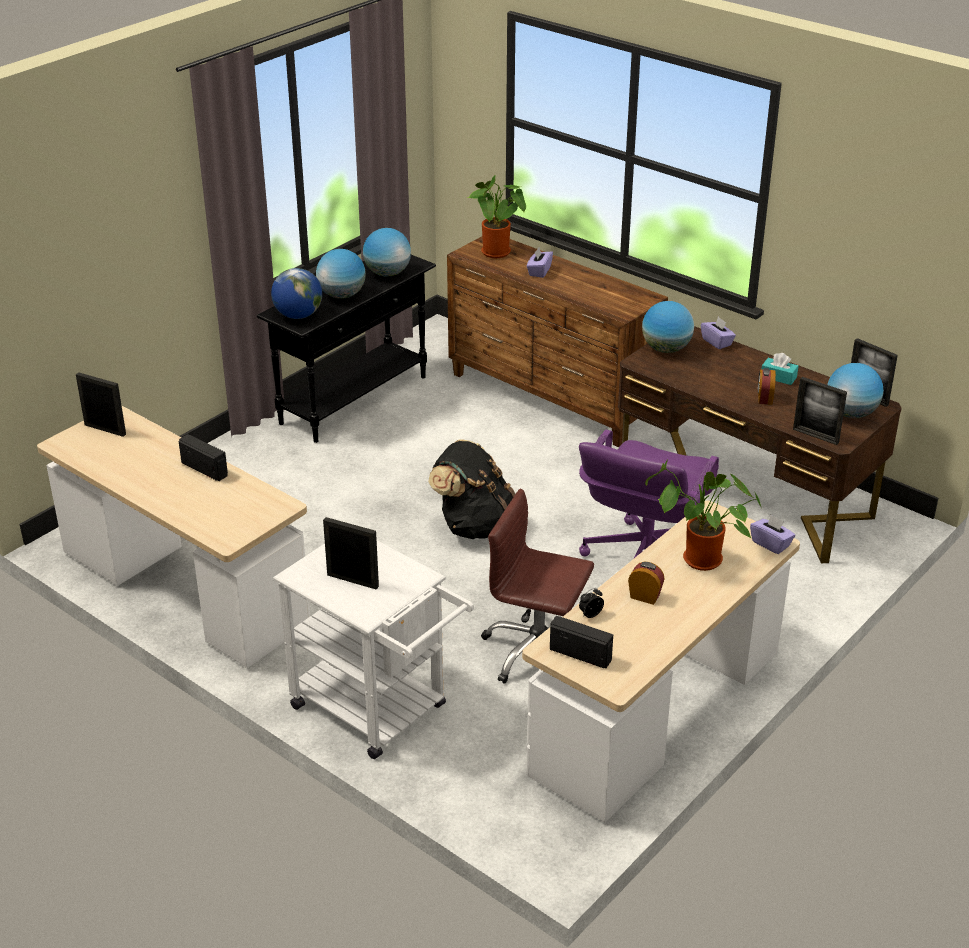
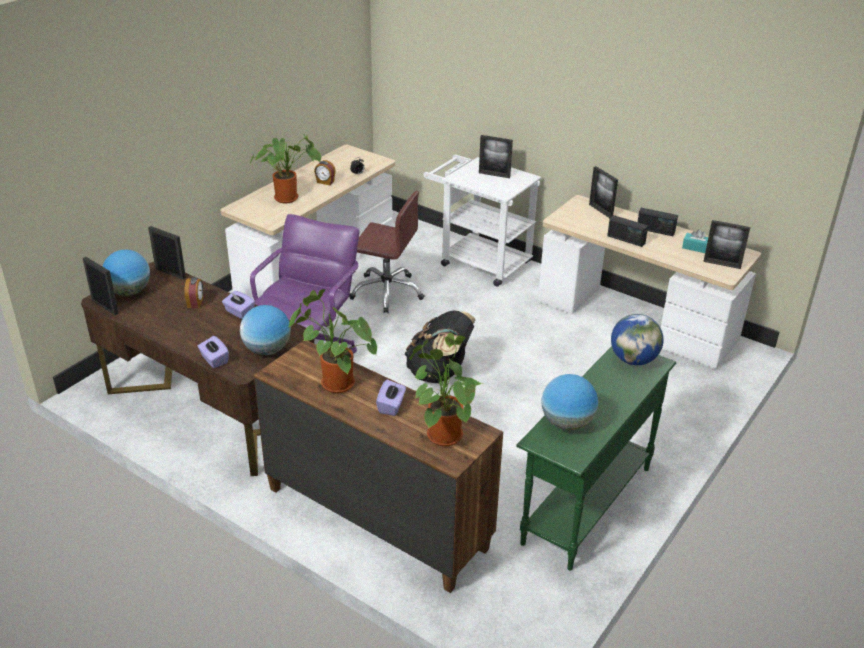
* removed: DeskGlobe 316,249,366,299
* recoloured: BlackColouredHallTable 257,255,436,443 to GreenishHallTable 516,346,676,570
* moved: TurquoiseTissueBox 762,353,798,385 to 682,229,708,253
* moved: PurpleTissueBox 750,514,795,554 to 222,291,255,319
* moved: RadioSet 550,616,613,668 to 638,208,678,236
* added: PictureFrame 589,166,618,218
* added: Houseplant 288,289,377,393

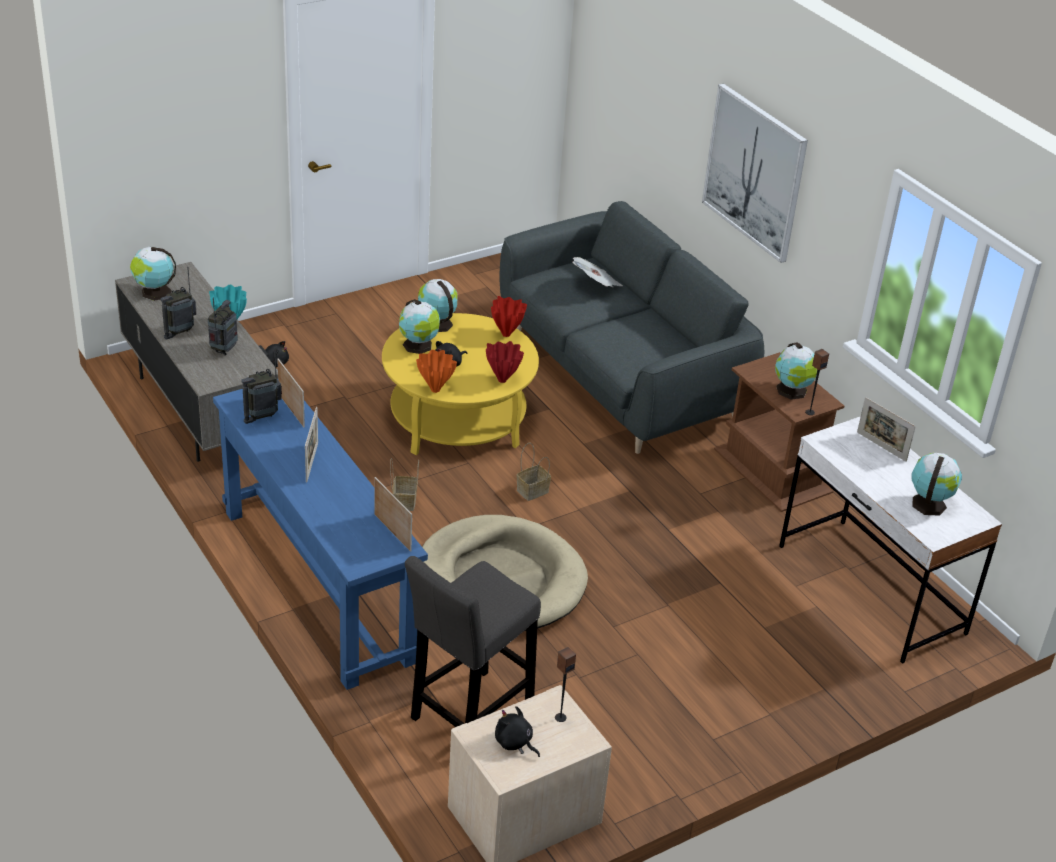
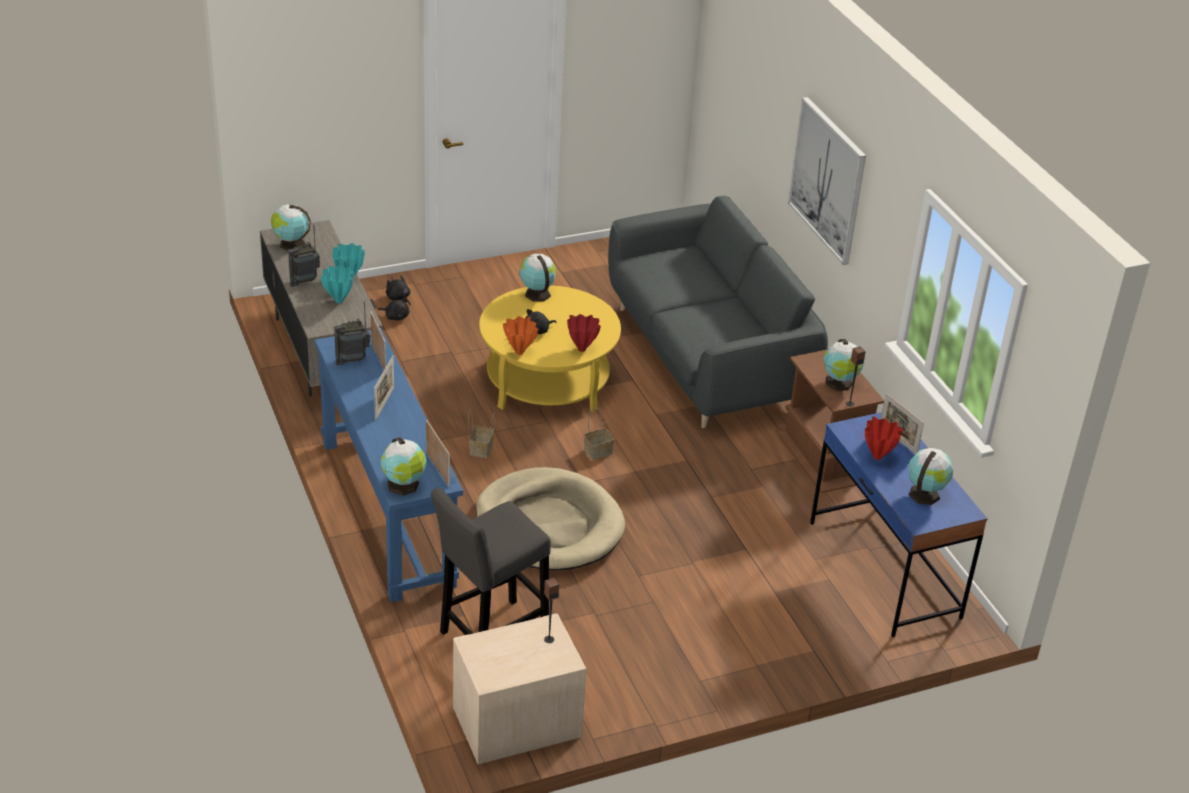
* removed: DailyPaper 572,257,623,288
* moved: ReddishVase 491,296,527,337 to 865,416,903,460
* replaced: RadioSet 208,297,238,355 to TurquoiseVase 320,265,354,303
* moved: DeskGlobe 399,299,440,354 to 381,437,426,496
* recoloured: WhiteDeskTable 779,416,1002,664 to BluishDeskTable 810,412,988,637
* moved: BlackColouredSoftToy 495,706,540,757 to 386,275,411,306

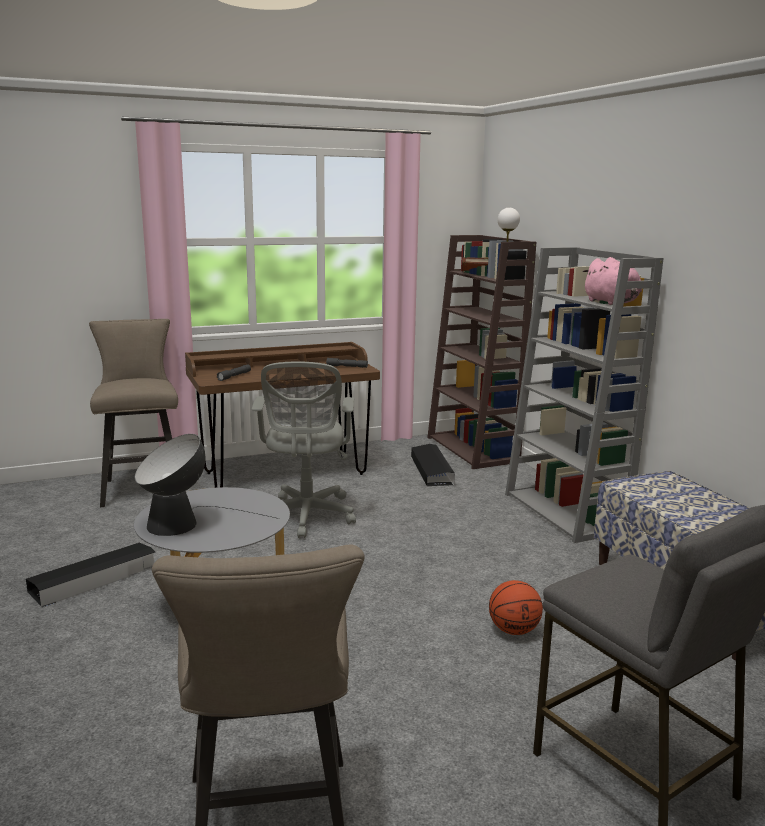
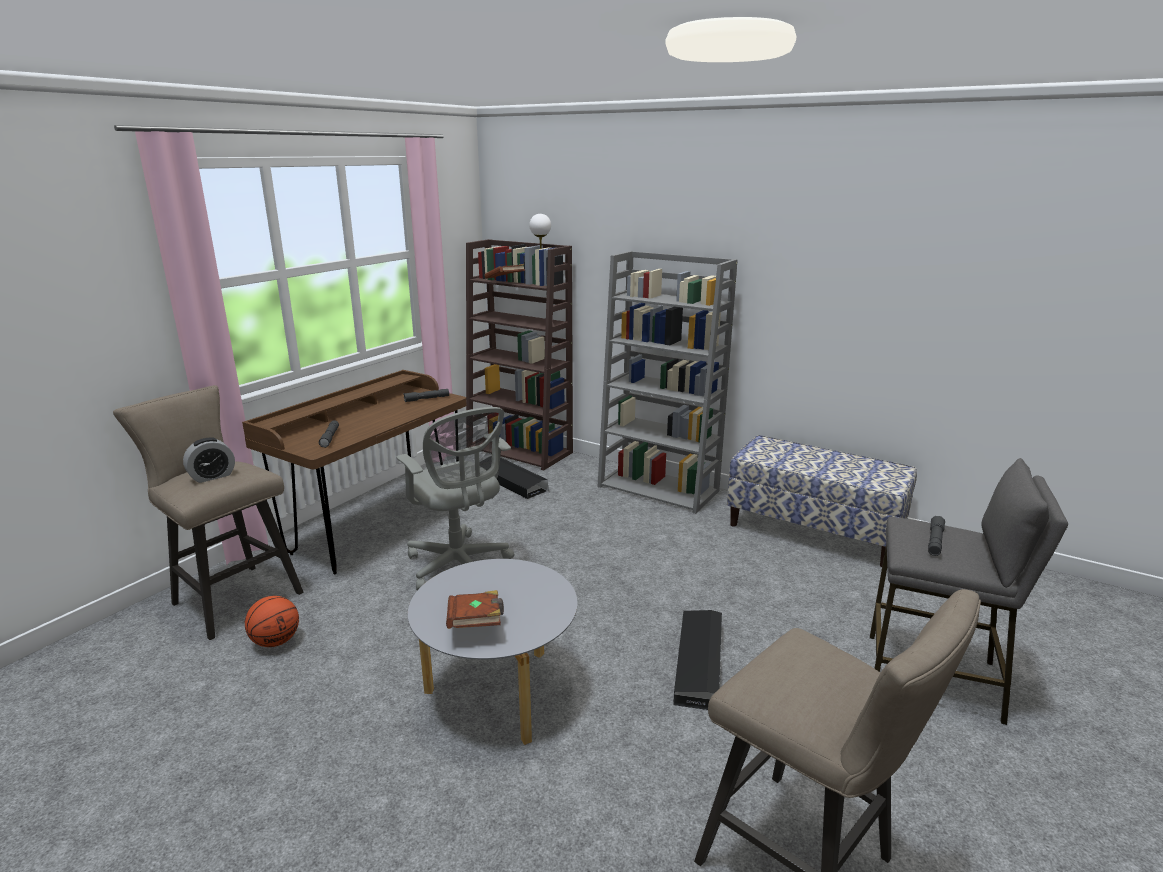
* removed: PinkSoftToy 583,257,642,305
* replaced: TabletopLamp 135,434,279,536 to BrownishBook 446,590,504,629
* moved: BlackColouredStorageBin 26,543,155,607 to 673,610,722,710
* moved: BallForBasketball 489,580,543,635 to 245,596,299,647
* added: BedsideClock 183,438,235,483
* added: GreyFlashlight 928,516,945,556

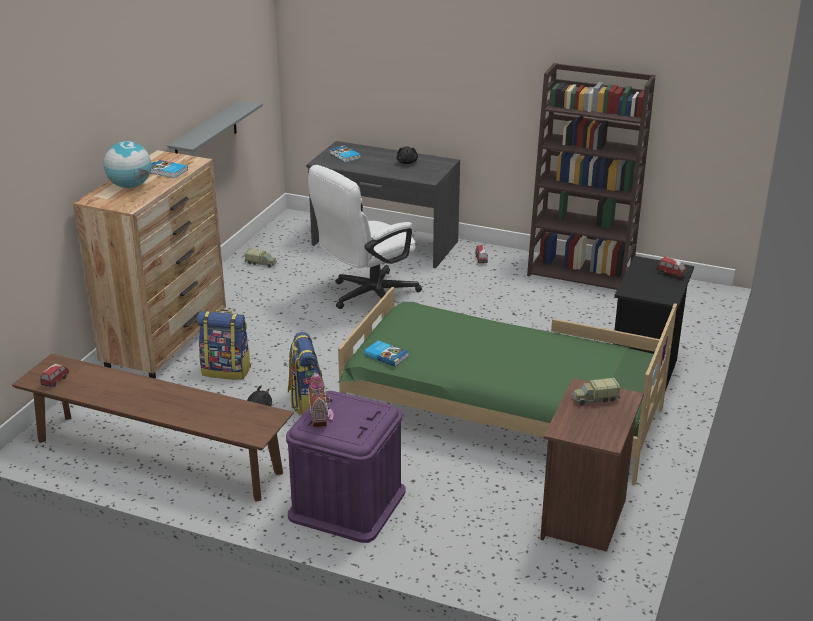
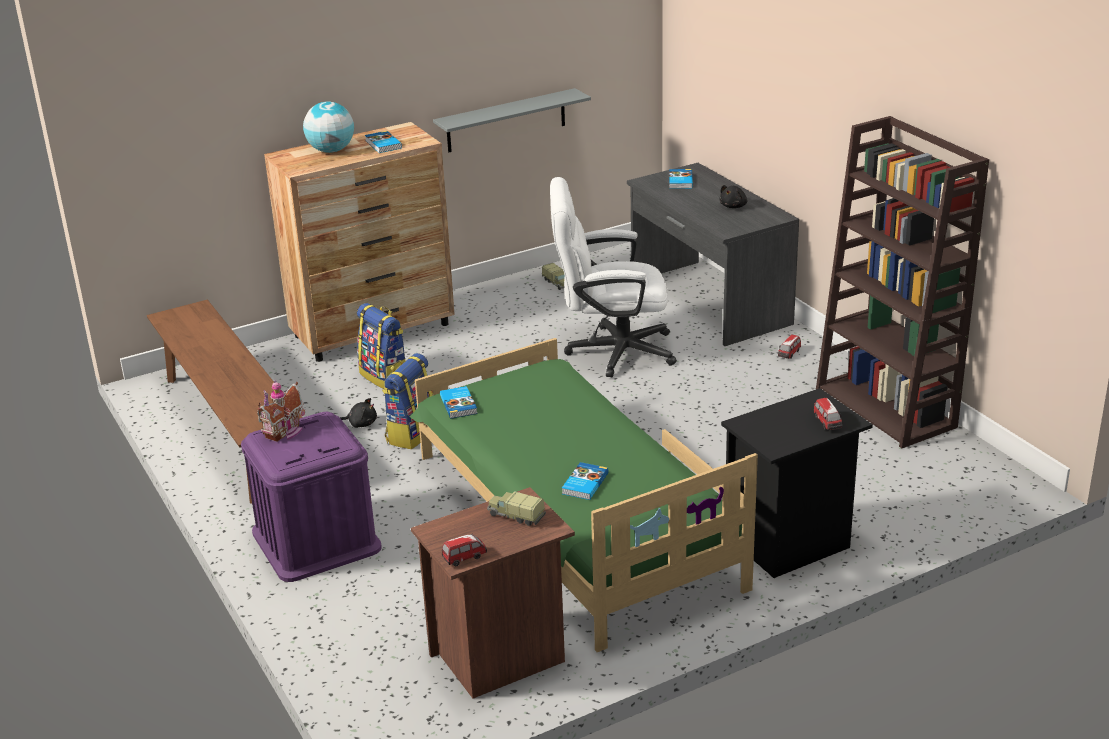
* moved: MiniatureCar 40,364,69,387 to 442,534,487,567
* added: Book 562,462,609,500

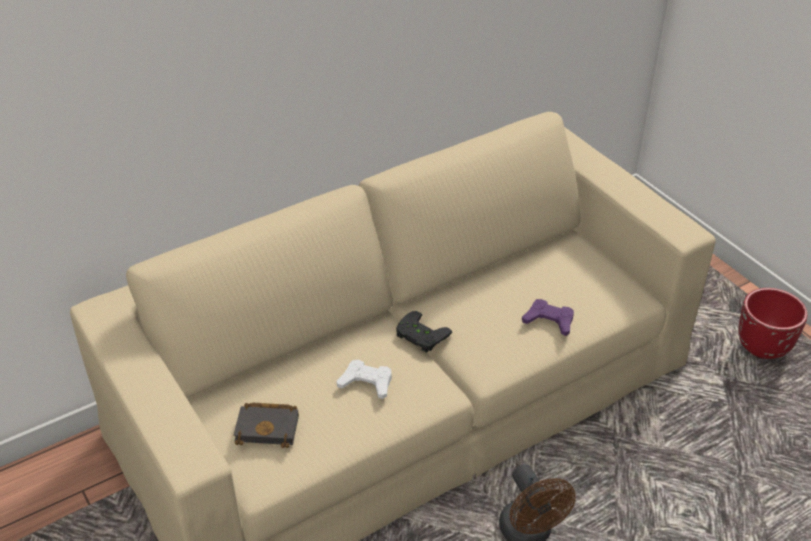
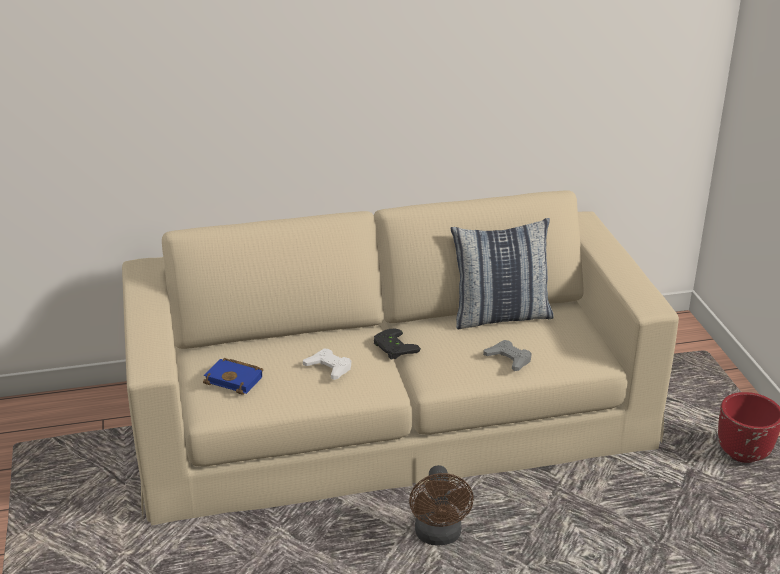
* recoloured: PurpleGamepad 522,299,574,336 to GreyGamepad 483,340,532,371
* recoloured: BlackColouredBook 233,403,299,448 to BluishBook 203,358,263,395
* added: Cushion 451,218,554,329

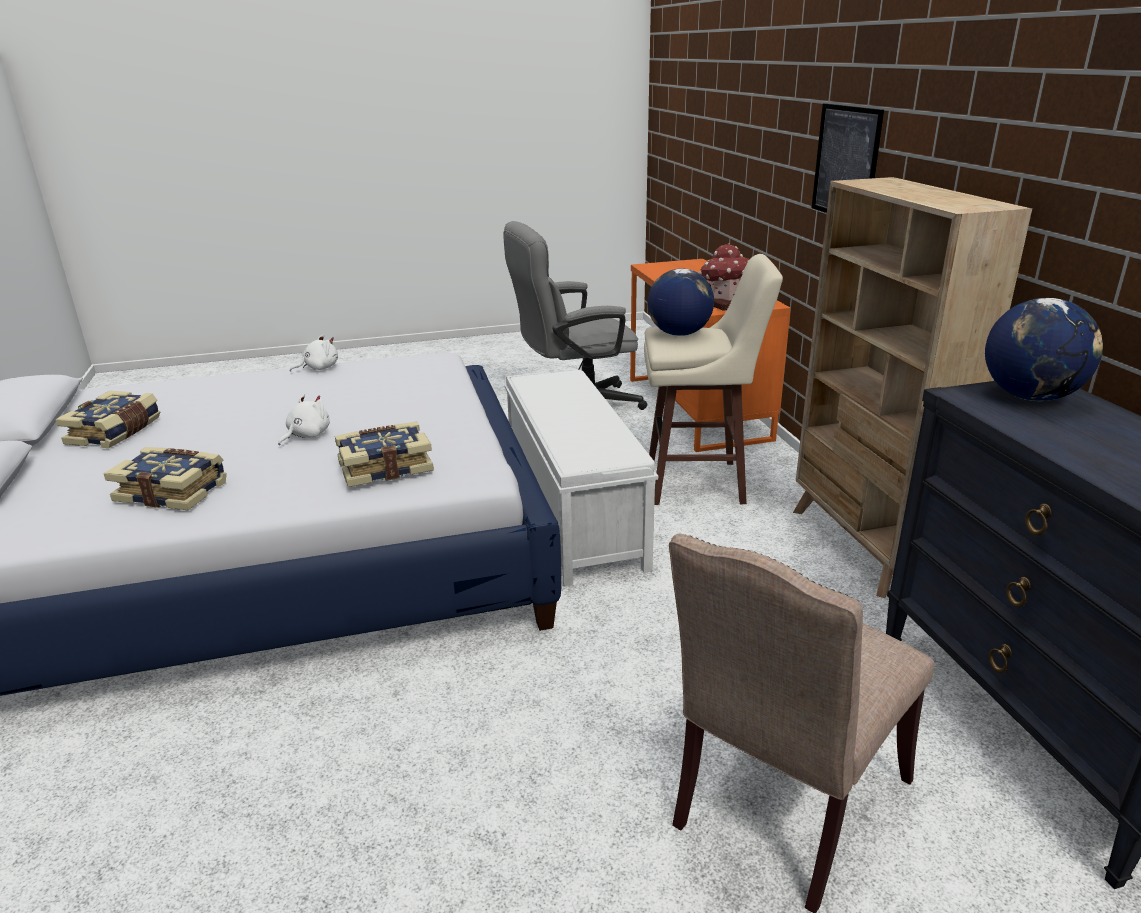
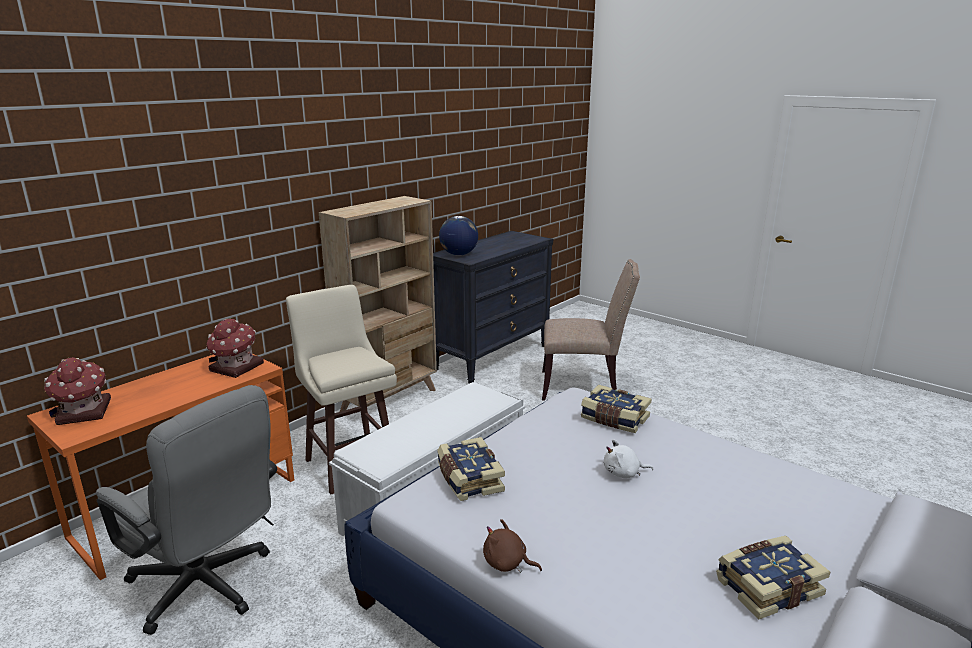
* removed: Picture 812,103,884,213
* removed: DeskGlobe 647,269,714,336
* recoloured: WhiteSoftToy 290,334,338,372 to BrownishSoftToy 483,519,542,573
* moved: Book 104,447,227,511 to 437,437,505,501
* added: MiniatureHouse 44,357,111,425

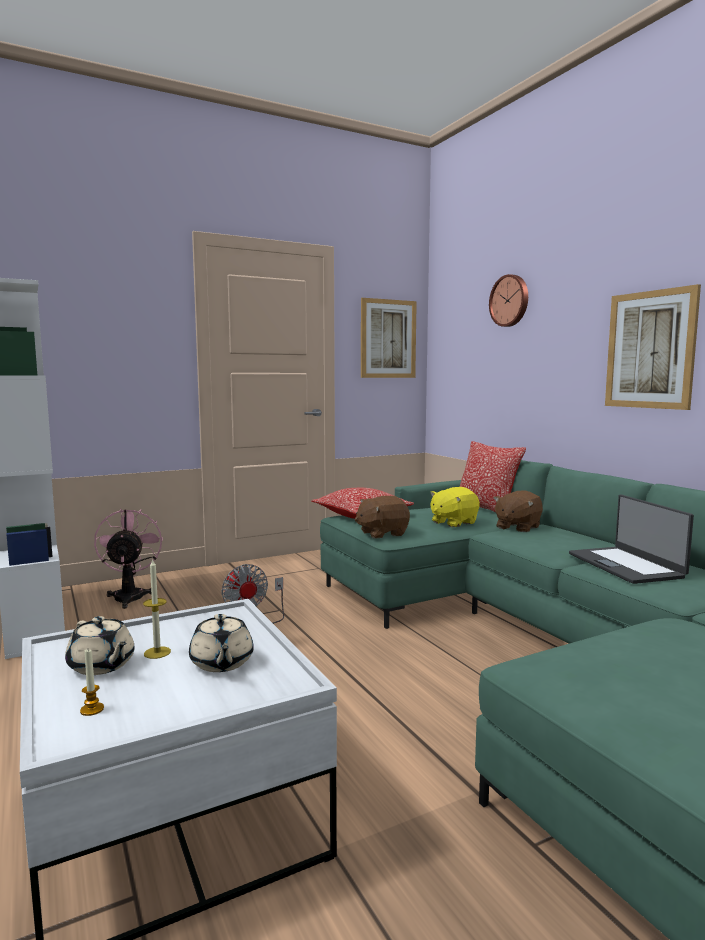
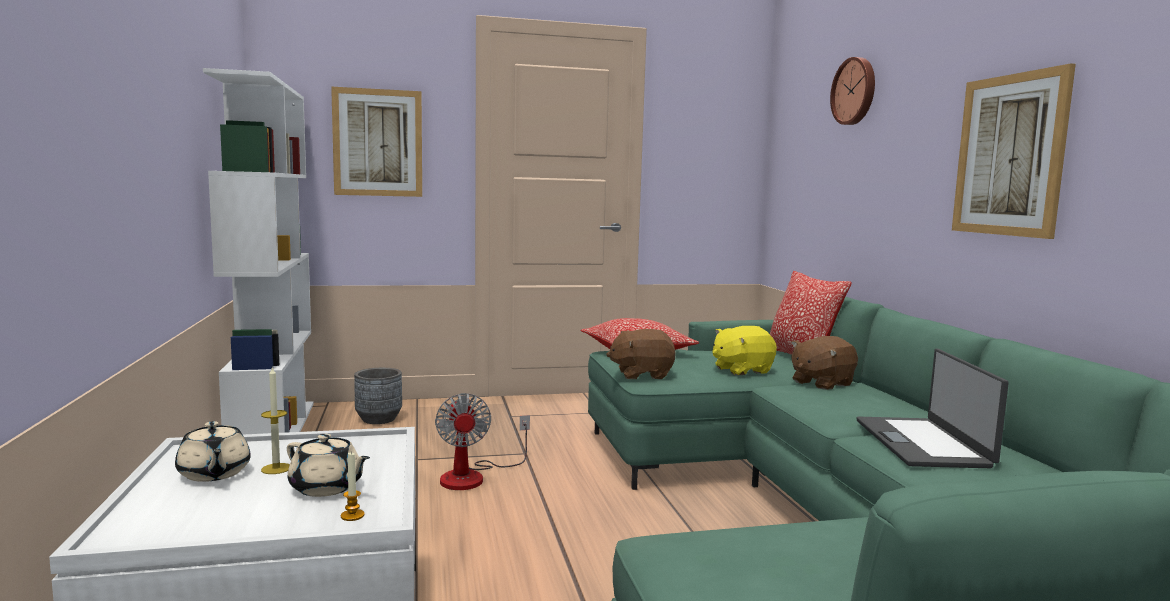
* moved: Picture 361,298,417,378 to 331,87,422,197
* replaced: PinkFan 94,509,163,609 to GreyPlanter 354,368,402,424
* turned: SandColouredTeapot 189,614,254,672 = 287,434,370,497 60 degrees counterclockwise
* moved: WaxCandle 80,649,104,716 to 341,452,365,521

